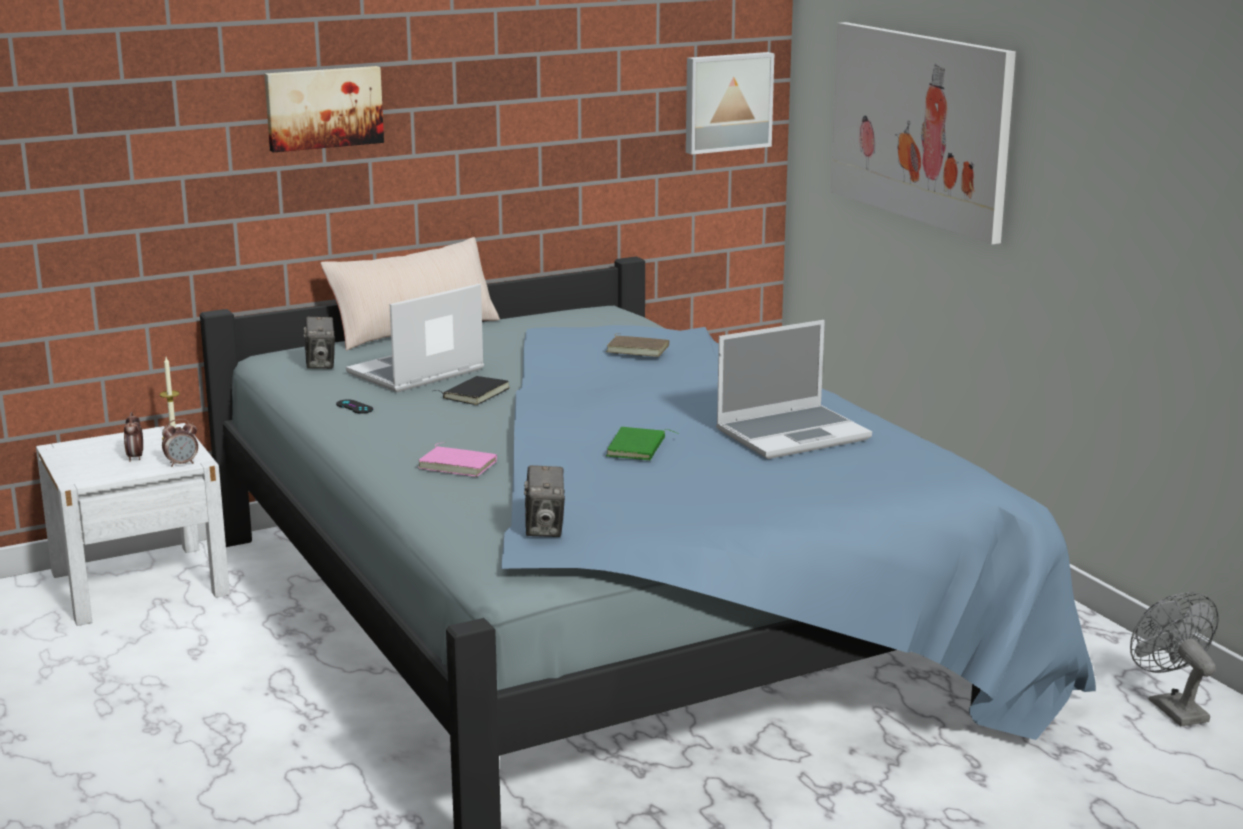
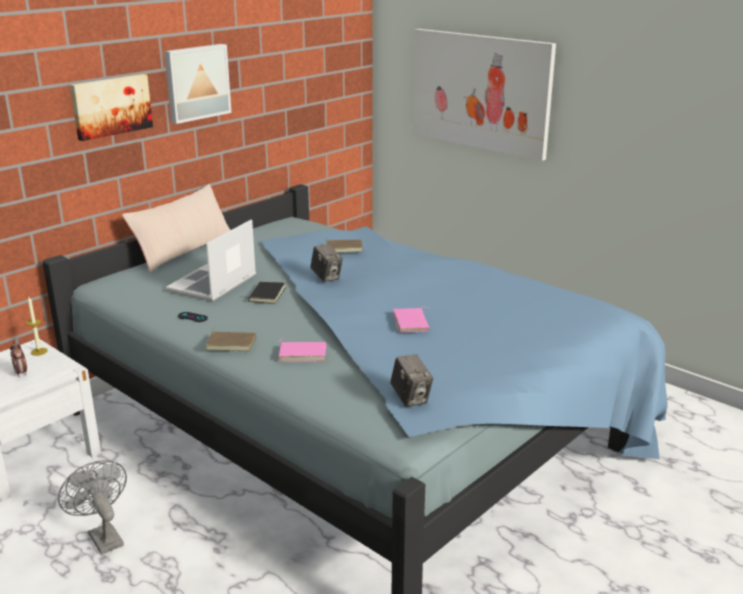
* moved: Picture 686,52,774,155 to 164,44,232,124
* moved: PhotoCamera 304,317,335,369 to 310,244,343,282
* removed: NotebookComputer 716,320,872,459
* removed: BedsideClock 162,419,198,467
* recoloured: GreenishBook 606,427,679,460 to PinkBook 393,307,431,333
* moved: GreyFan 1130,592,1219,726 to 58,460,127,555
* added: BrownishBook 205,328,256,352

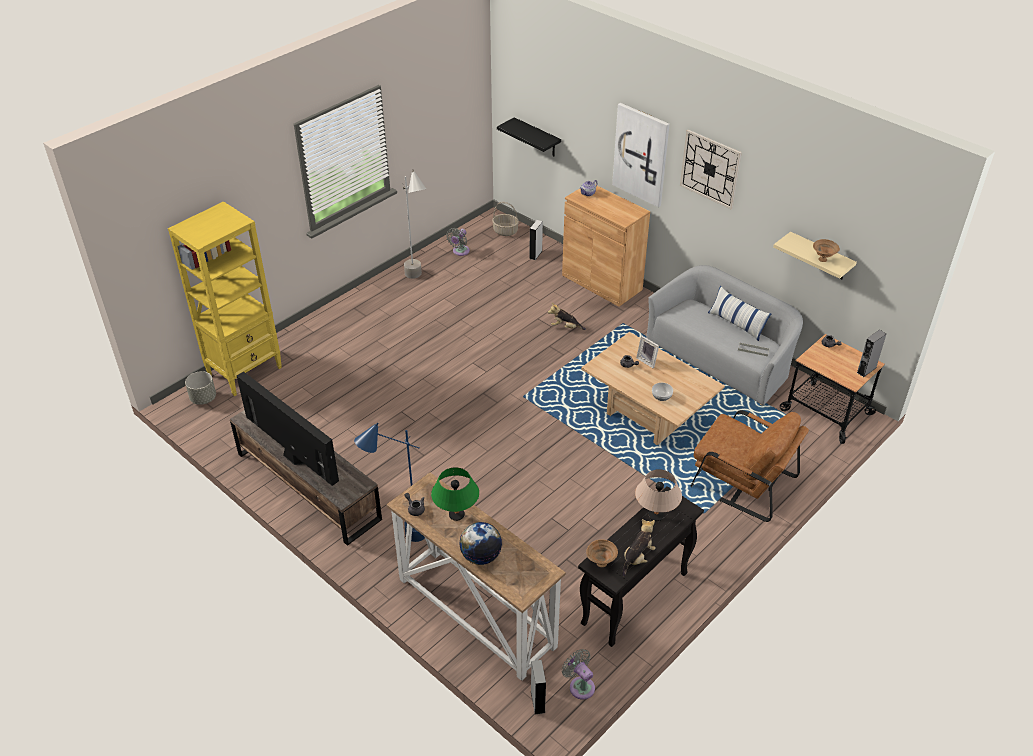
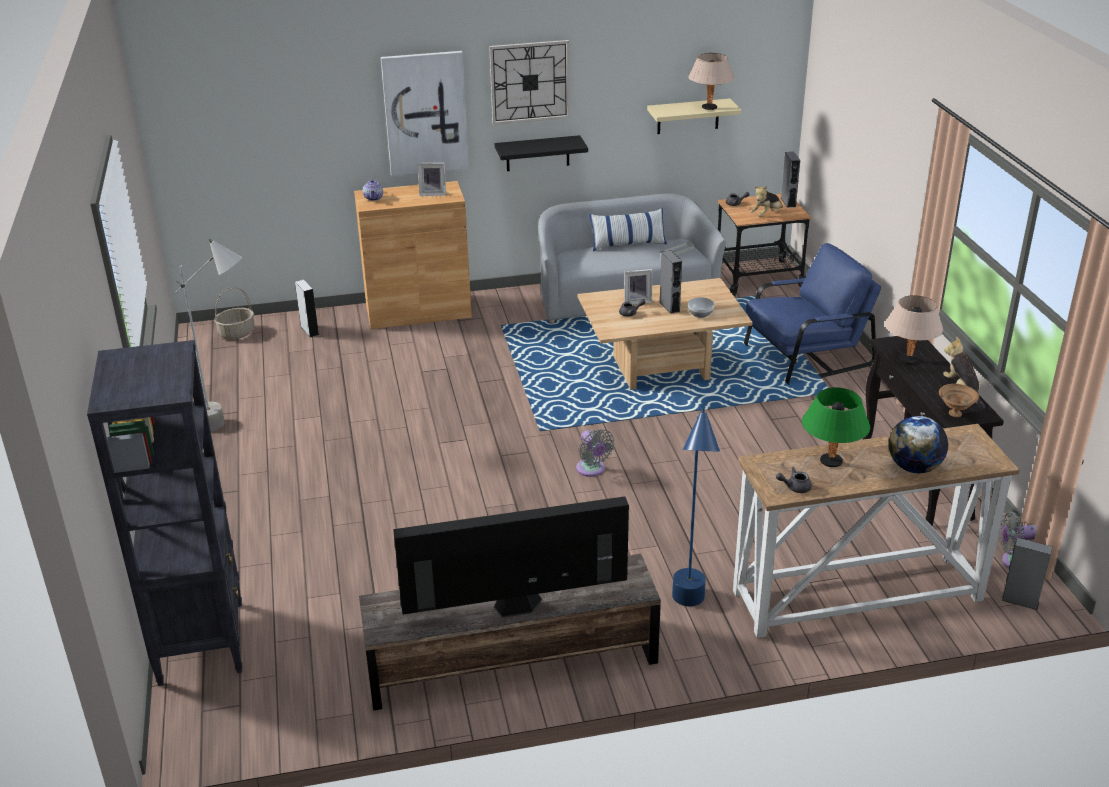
* moved: BlackColouredWallShelf 497,117,561,156 to 495,135,588,171
* recoloured: YellowColouredBookshelf 168,201,282,396 to BlackColouredBookshelf 87,340,242,686
* moved: GreyFan 446,228,470,256 to 576,429,615,477
* replaced: BrownishServingBowl 813,239,840,262 to SandColouredTabletopLamp 689,53,734,110
* moved: SoftToy 548,302,586,330 to 750,186,783,217
* removed: GreyPlanter 185,371,216,405
* recoloured: BrownishEasyChair 691,410,809,522 to BluishEasyChair 744,243,881,385
* added: PictureFrame 418,163,446,196
* added: GreySpeaker 660,250,682,314

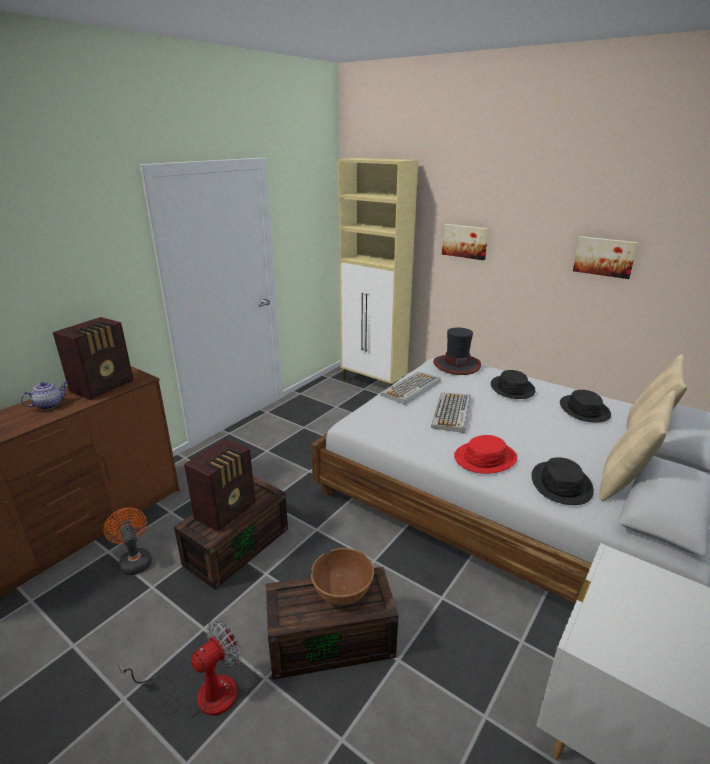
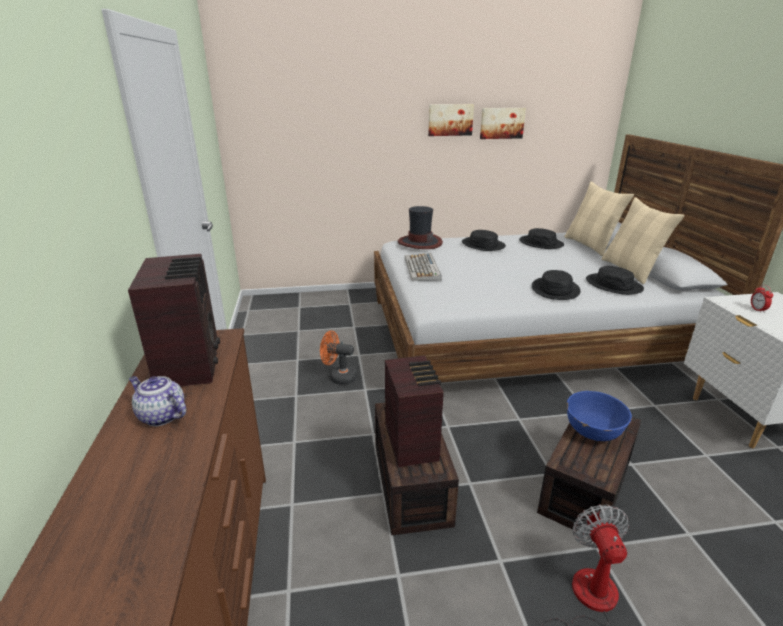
* removed: SandColouredCabinet 338,158,418,386
* moved: Picture 442,224,489,260 to 428,104,474,136
* turned: Teapot 20,381,67,410 = 129,376,186,426 60 degrees counterclockwise
* removed: ComputerKeyboard 431,392,471,433
* recoloured: ReddishClothingHat 454,435,517,474 to BlackColouredClothingHat 532,270,581,300
* moved: OrangeFan 103,508,152,575 to 320,331,357,385
* recoloured: BrownishServingBowl 311,548,374,606 to BluishServingBowl 567,391,632,441
* added: BedsideClock 751,285,773,313

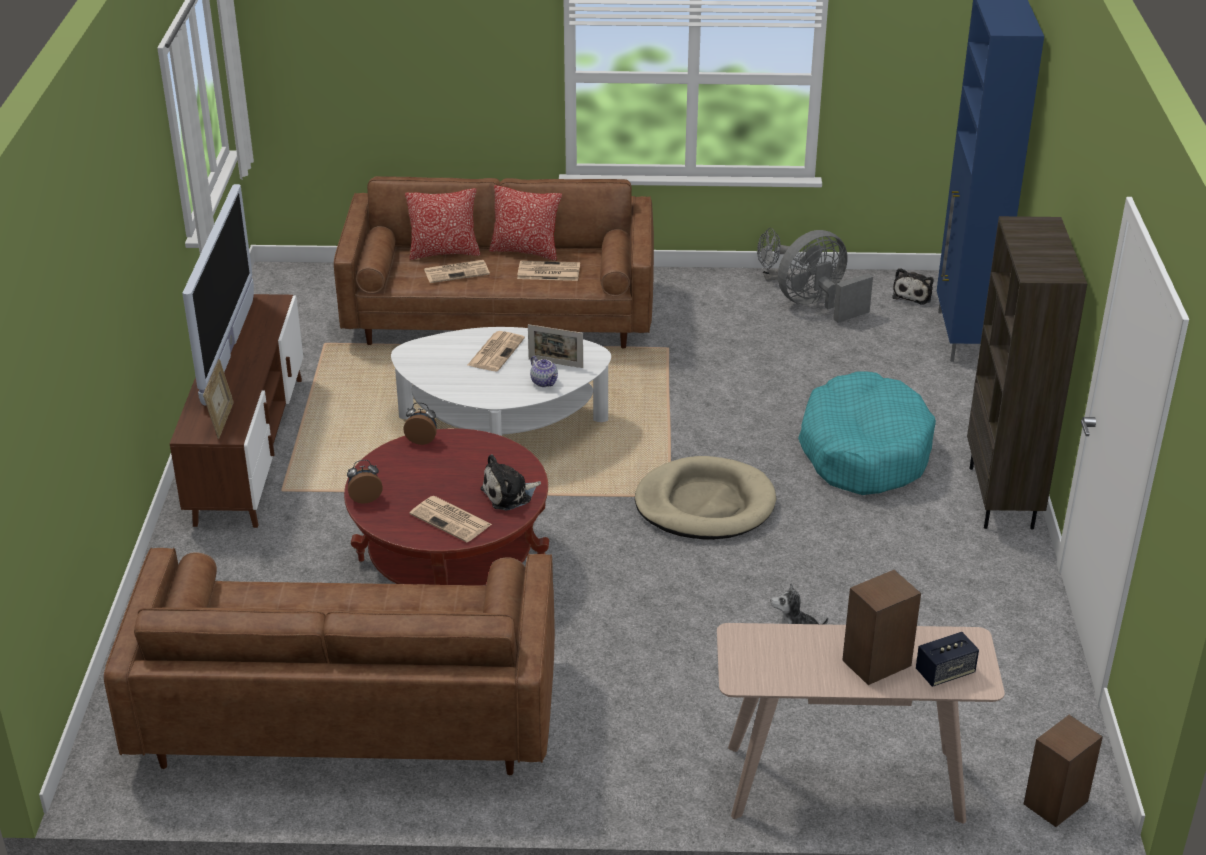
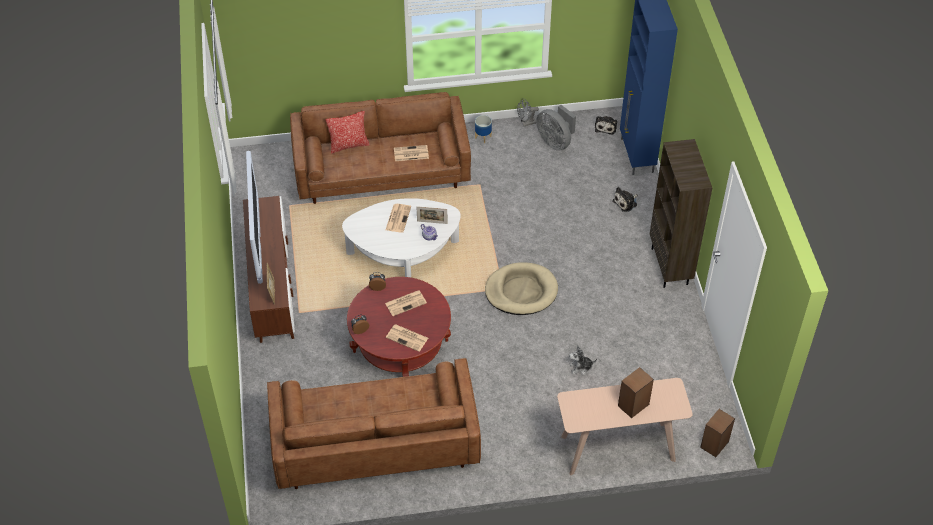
* removed: Cushion 489,185,562,261
* turned: GreyFan 778,230,873,323 = 536,105,576,151 90 degrees counterclockwise
* moved: DailyPaper 424,260,490,283 to 385,290,427,316
* removed: TurquoiseDogBed 798,371,936,495
* moved: SoftToy 480,454,541,510 to 612,187,638,212
* removed: Speaker 916,632,979,687
* added: Planter 475,115,492,143

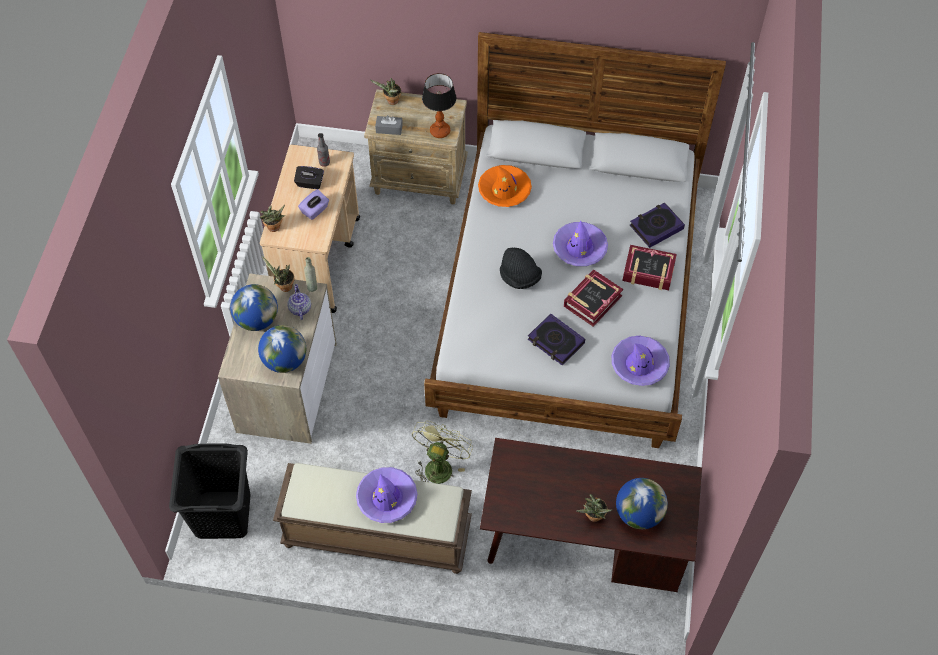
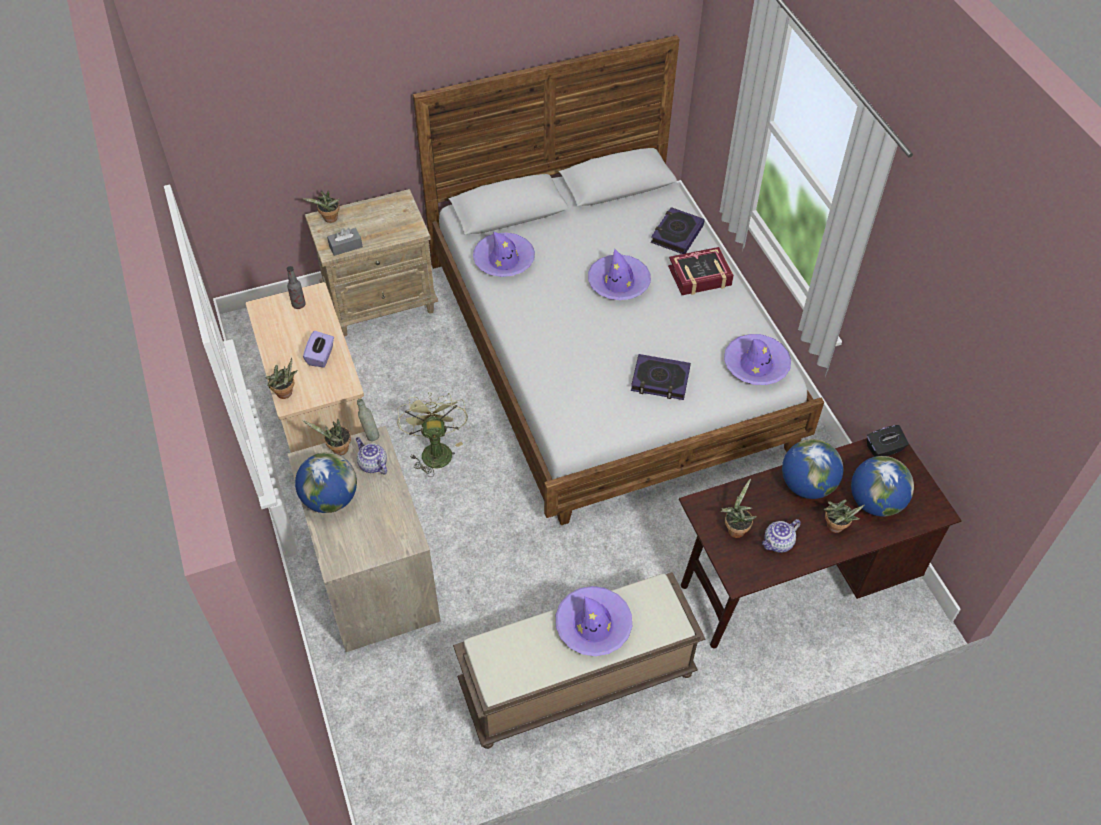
* removed: TabletopLamp 422,73,457,138
* recoloured: OrangeClothingHat 478,165,532,207 to PurpleClothingHat 473,232,535,277
* moved: BlackColouredTissueBox 294,166,324,189 to 867,425,909,457
* removed: BlackColouredClothingHat 500,247,542,289
* removed: Book 564,269,623,327
* moved: DeskGlobe 258,325,306,373 to 782,439,843,499
* moved: GreenishFan 412,421,473,484 to 397,392,468,477
* removed: BlackColouredLaundryBasket 169,443,251,539
* added: Houseplant 721,479,757,538
* added: Teapot 762,519,801,553

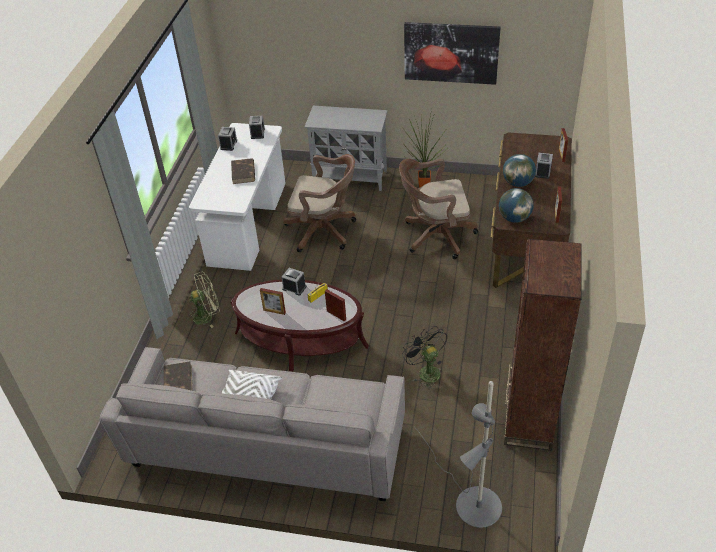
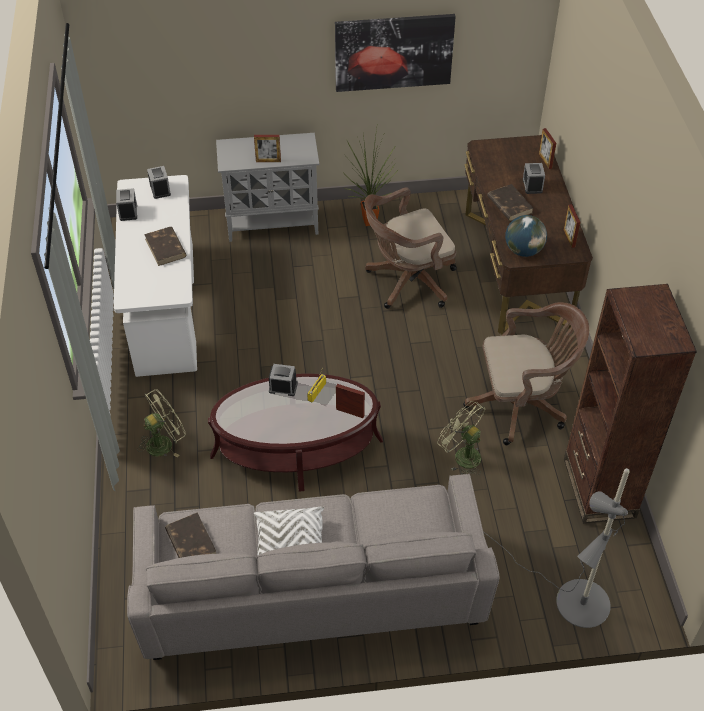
* moved: BrownishDeskChair 283,154,356,252 to 463,302,589,445
* replaced: DeskGlobe 503,154,536,187 to BrownishBook 487,184,533,221
* moved: PictureFrame 260,288,286,315 to 254,135,281,162
* recoloured: BlackColouredFan 402,327,447,388 to GreenishFan 437,401,485,475

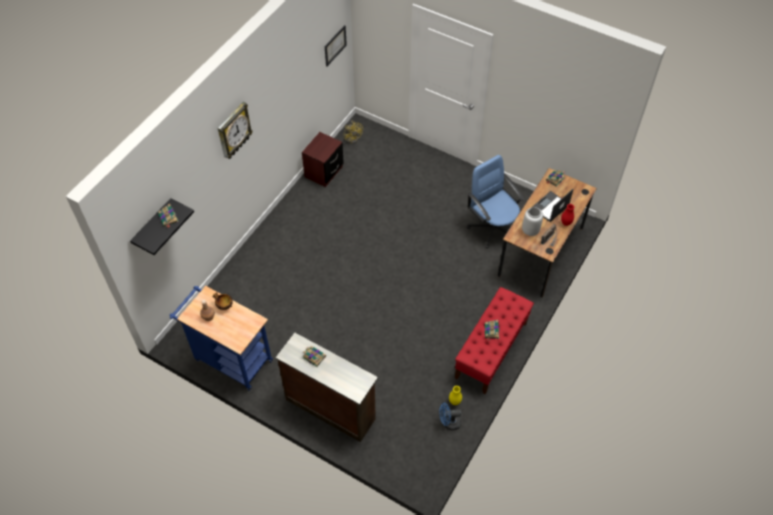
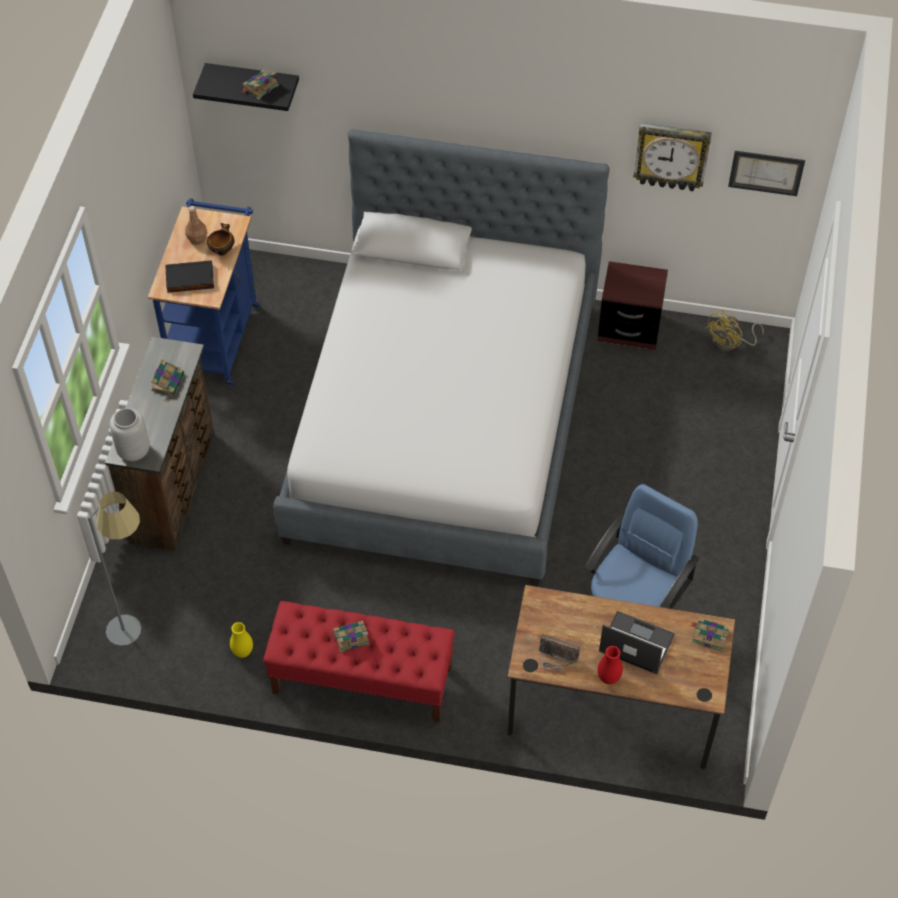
* moved: ClockOnTheWall 218,102,253,159 to 633,123,712,191
* moved: GreyVase 522,207,543,236 to 110,408,150,461
* removed: BluishFan 439,402,461,431
* added: SleepingBed 273,129,609,586
* added: BlackColouredBook 165,260,214,293
* added: GreyStandingLamp 88,492,141,646

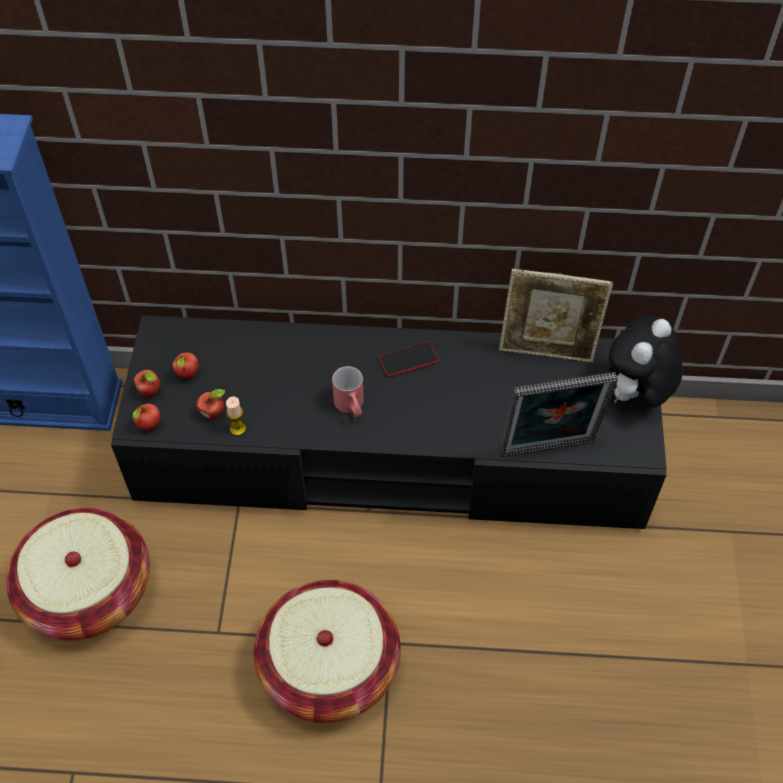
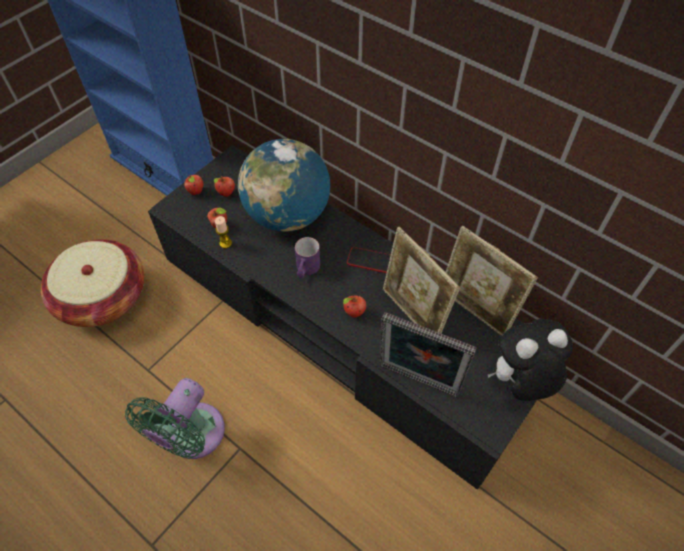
* recoloured: ReddishMug 332,366,364,417 to PurpleMug 295,237,320,278
* moved: WholeApple 132,403,161,431 to 343,296,366,318
* replaced: StorageBasket 254,580,401,723 to GreenishFan 125,378,225,459
* added: DeskGlobe 238,139,330,232
* added: PictureFrame 383,227,460,333

